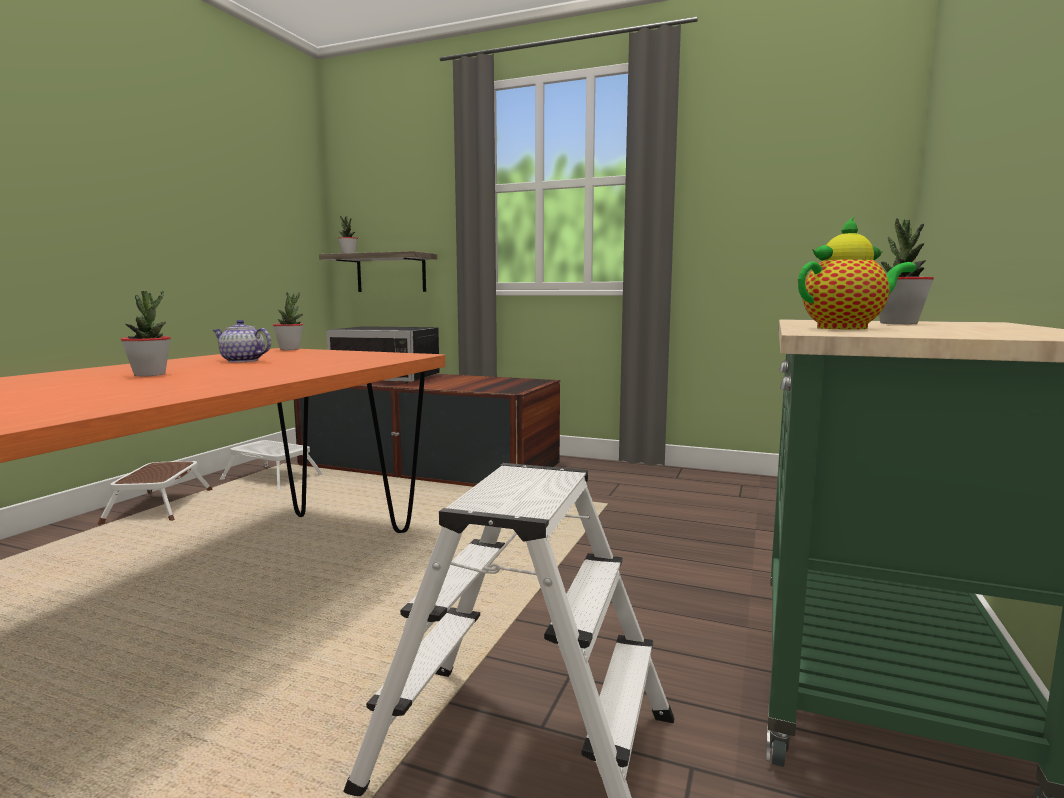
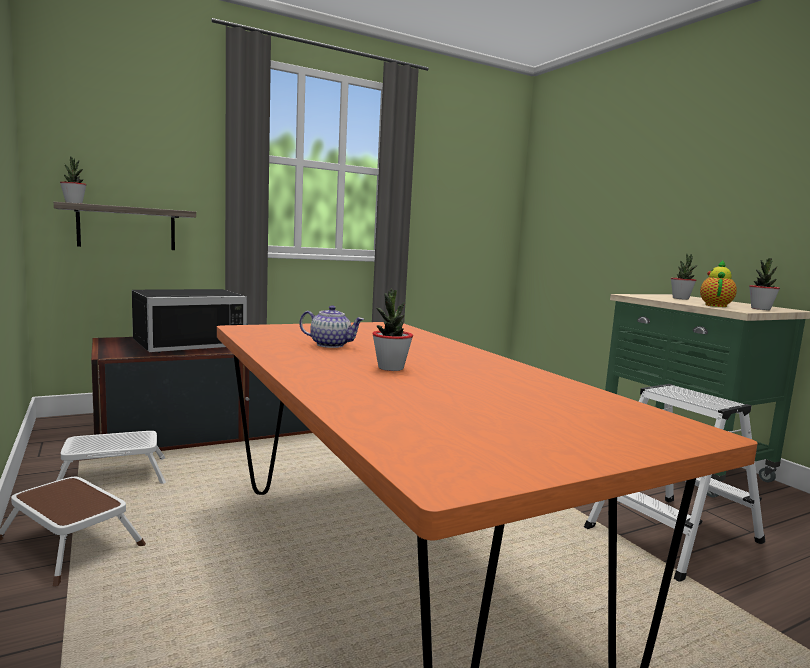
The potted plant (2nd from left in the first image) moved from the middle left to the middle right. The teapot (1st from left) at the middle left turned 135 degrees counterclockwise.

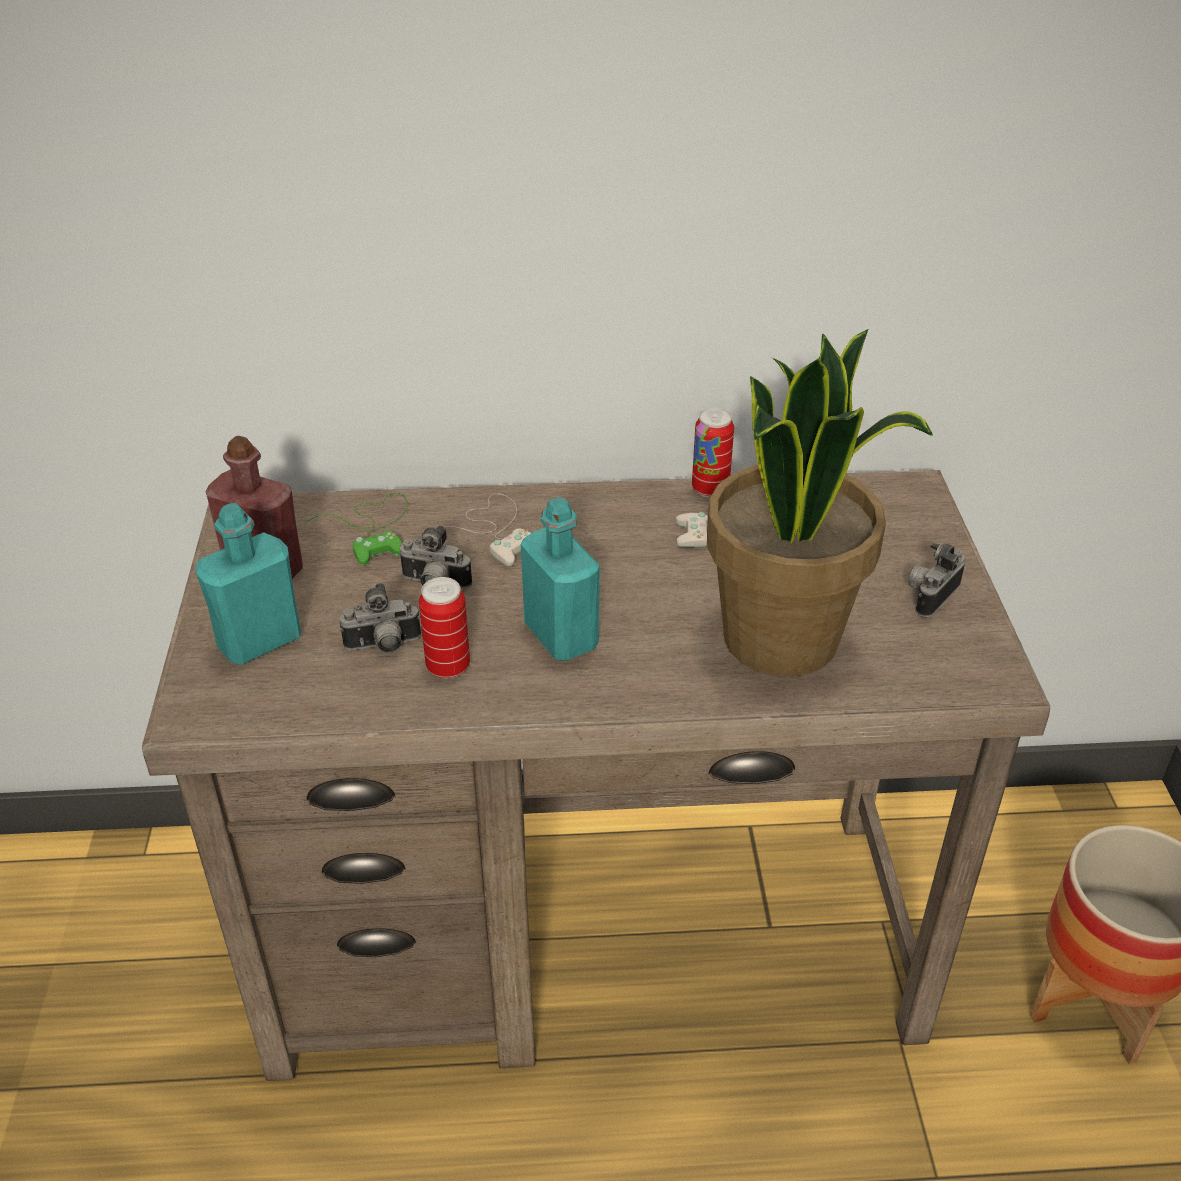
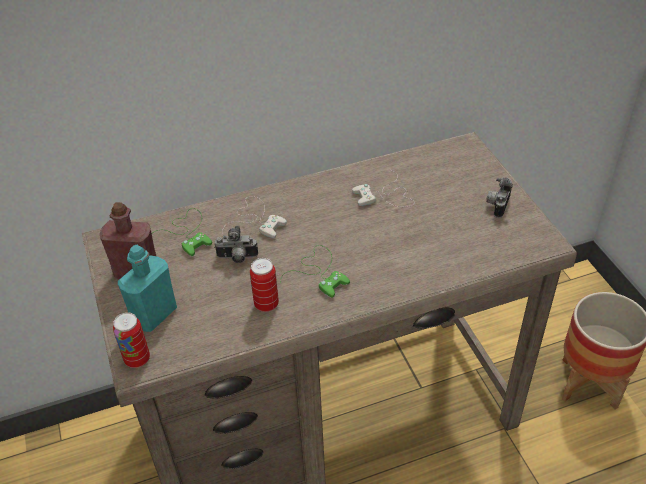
The photo camera (1st from left) at the middle left disappeared. The potted plant at the middle right disappeared. The can (2nd from left in the first image) moved from the centre to the bottom left. The turquoise bottle (2nd from left) at the centre was replaced by the green game controller (2nd from left) at the centre.

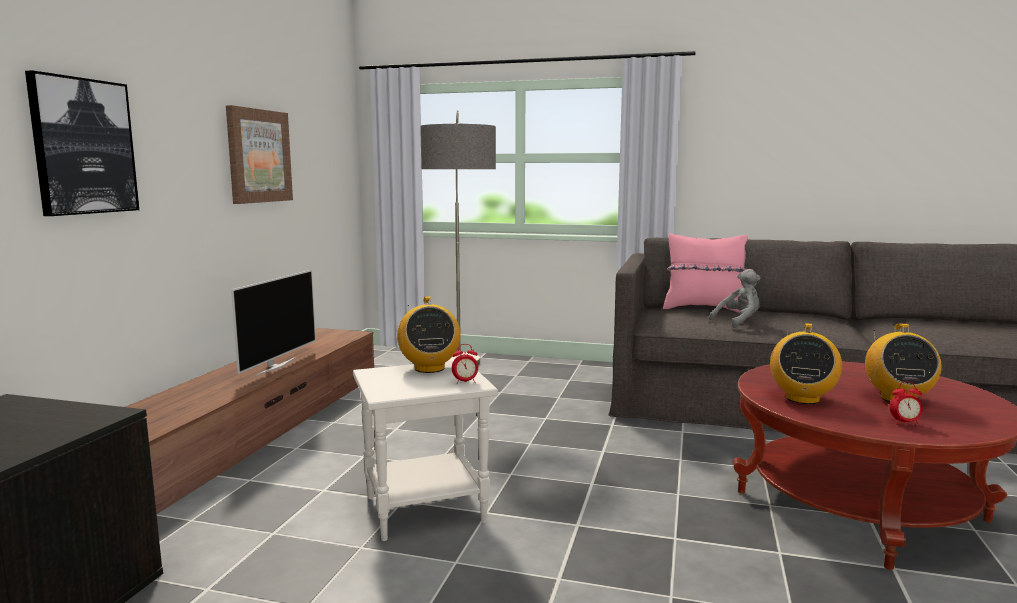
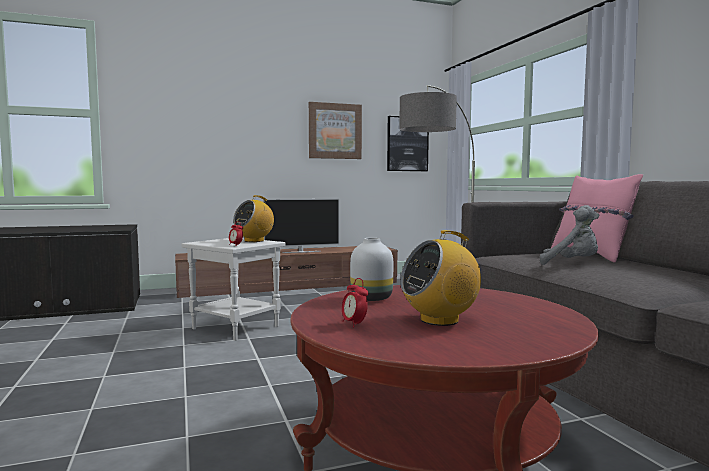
The picture (1st from left in the first image) moved from the top left to the top centre. The radio (2nd from left) at the middle right was replaced by the white vase at the centre.

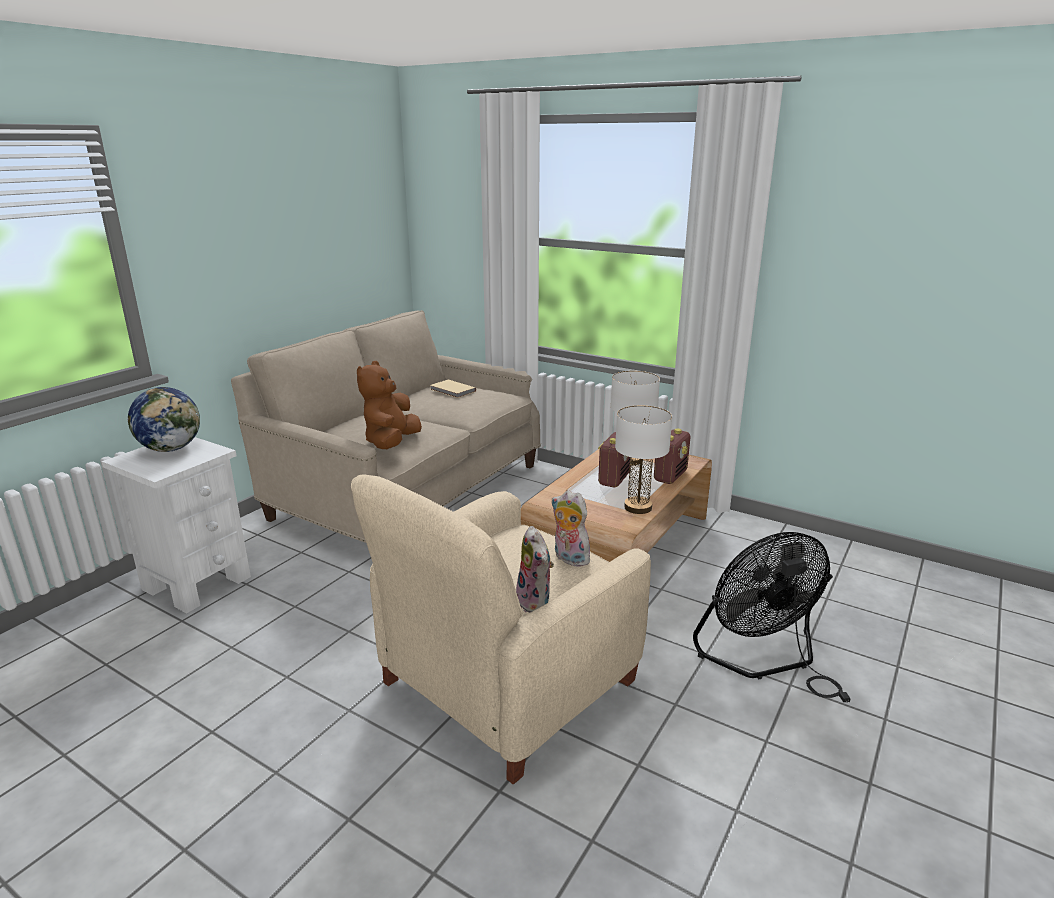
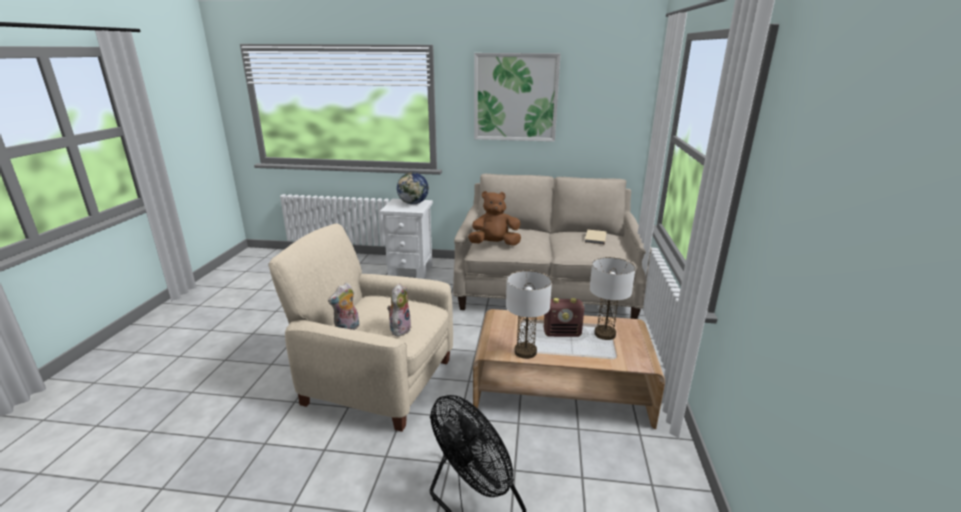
The radio (2nd from left) at the centre disappeared. The picture at the top centre appeared.

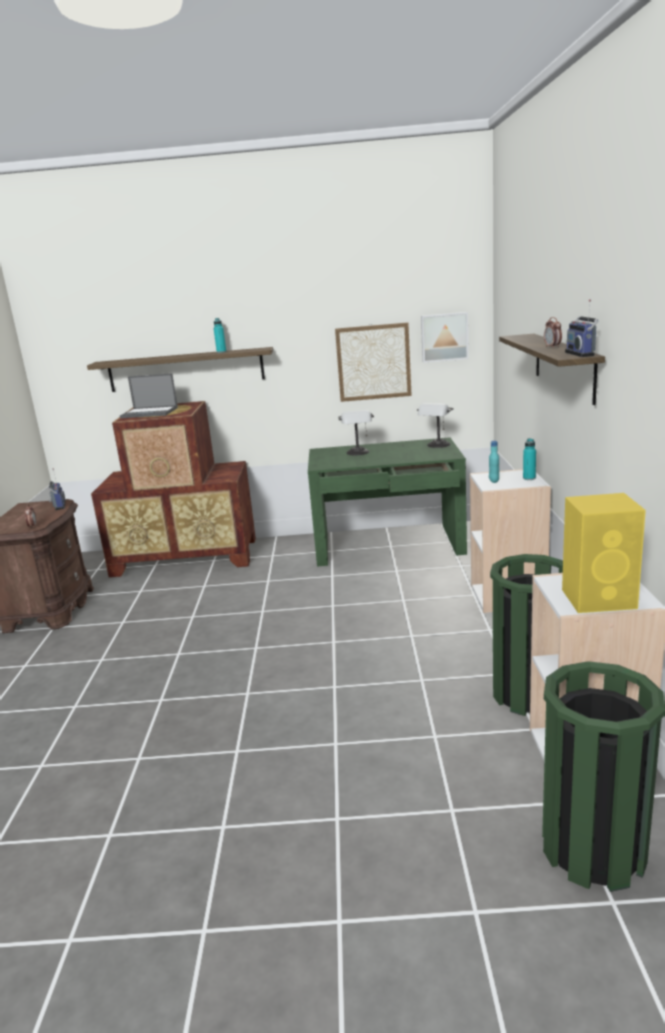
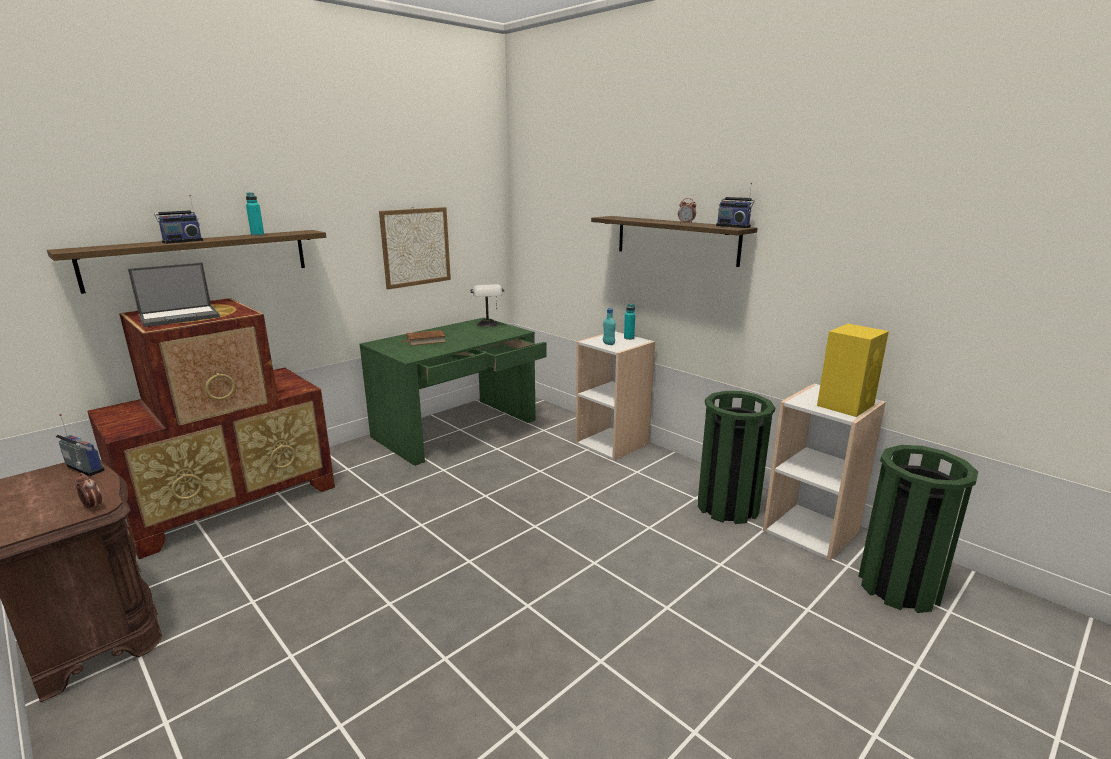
The picture (2nd from left) at the top right disappeared. The radio (2nd from left) at the top left appeared. The table lamp (1st from left) at the centre was replaced by the brown book at the centre.

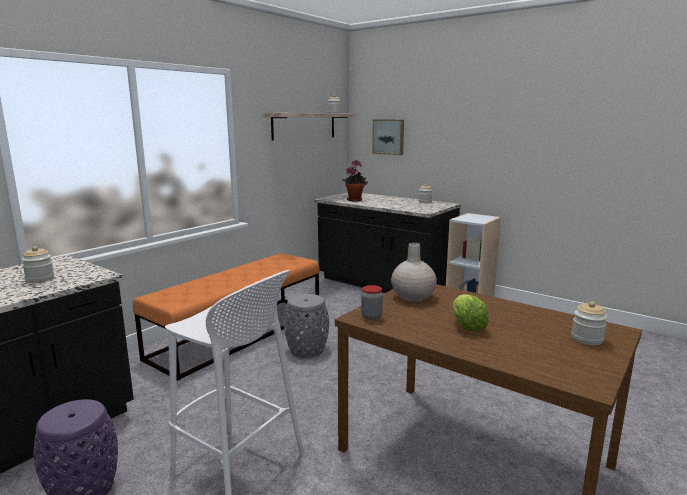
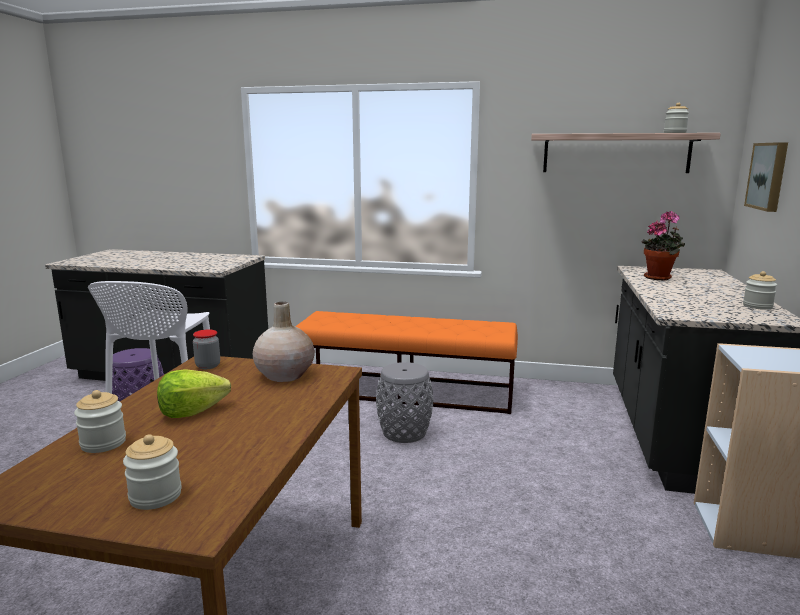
The jar (1st from left) moved from the middle left to the bottom left.

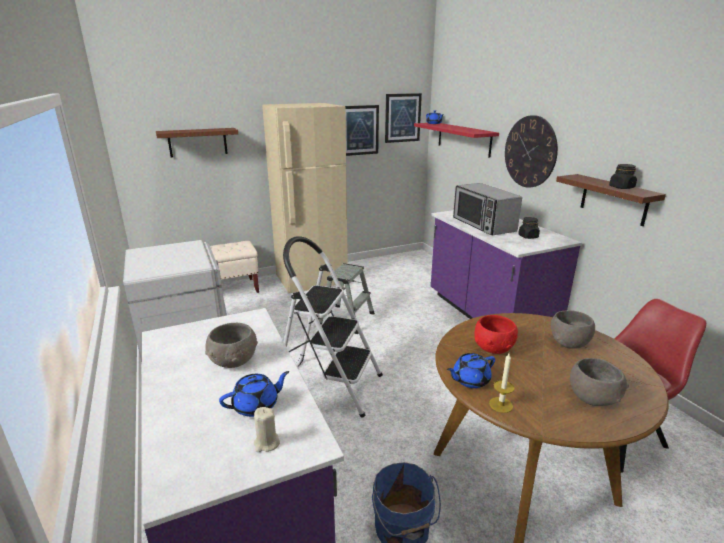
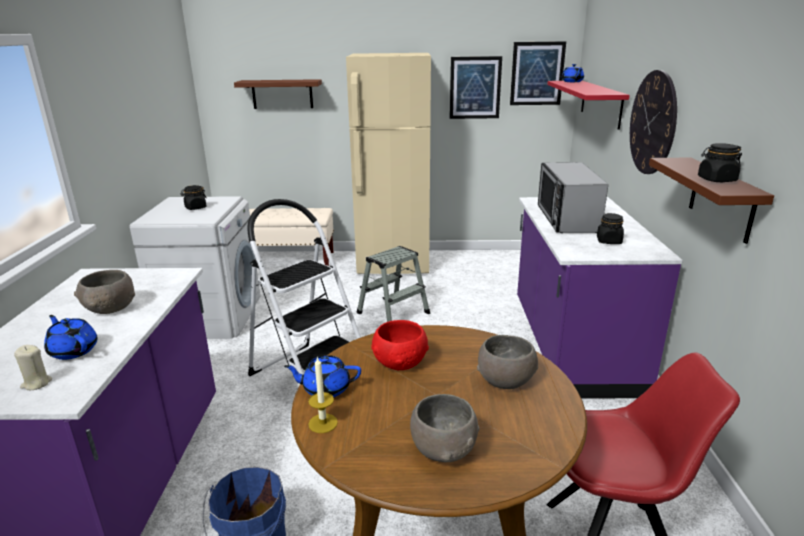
The black jar (1st from left) at the middle left appeared. The blue teapot (1st from left) at the bottom centre turned 135 degrees counterclockwise.

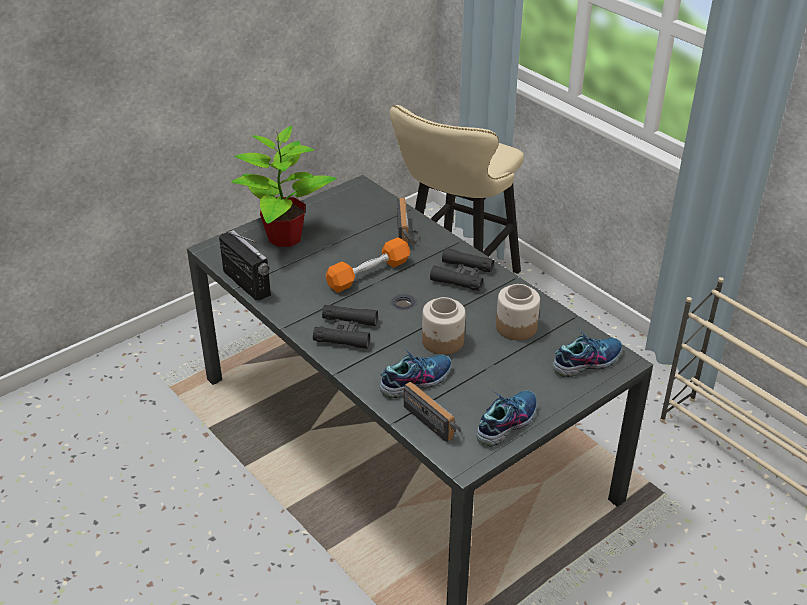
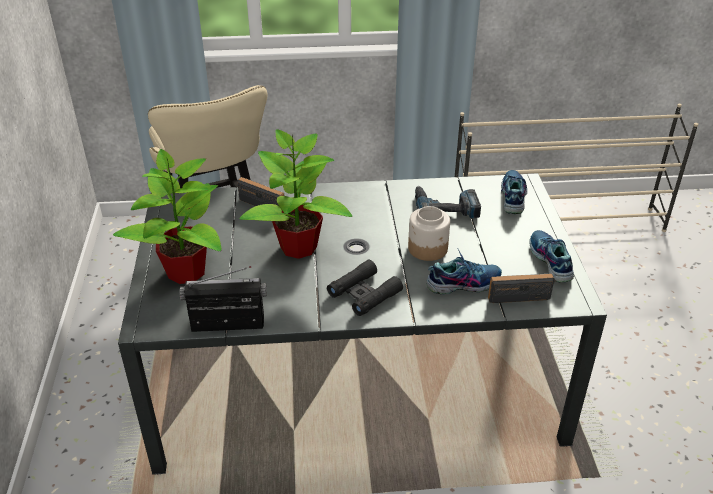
The black binoculars (2nd from left) at the centre disappeared. The orange dumbbell at the centre was replaced by the potted plant (2nd from left) at the centre. The jar (2nd from left) at the centre was replaced by the power drill at the centre. The shoe (1st from left) at the centre turned 75 degrees clockwise.

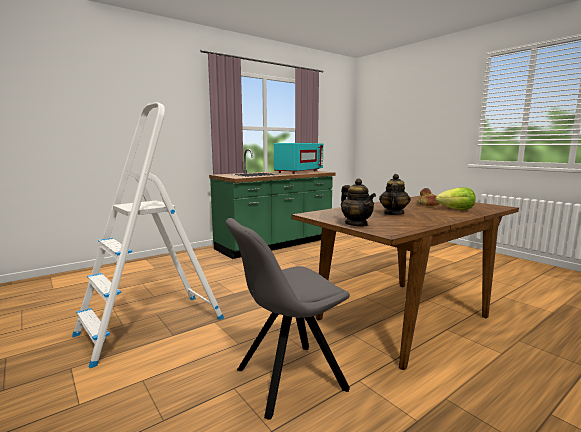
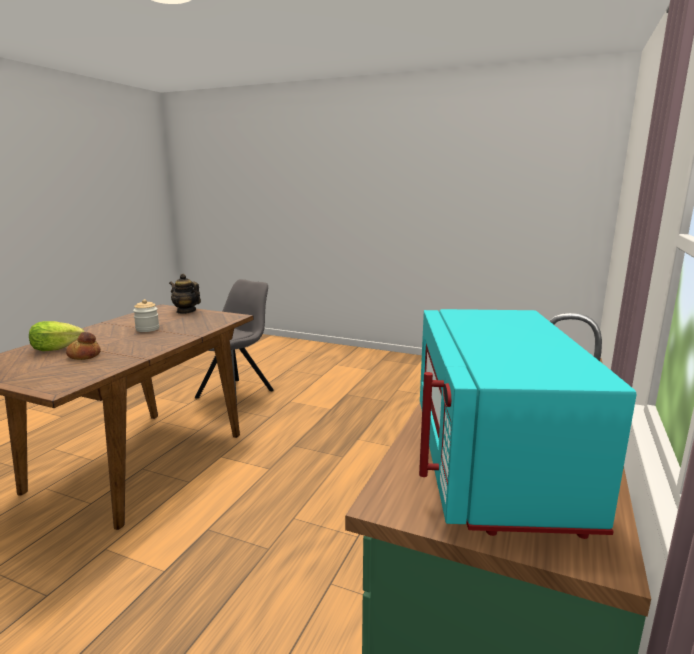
The white step ladder at the middle left disappeared. The teapot (2nd from left) at the middle right was replaced by the jar at the middle left.

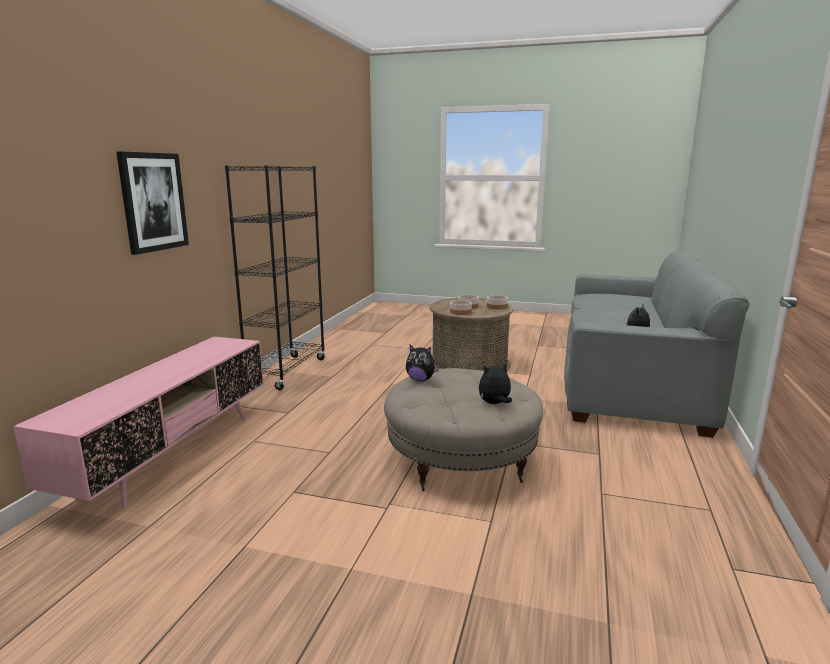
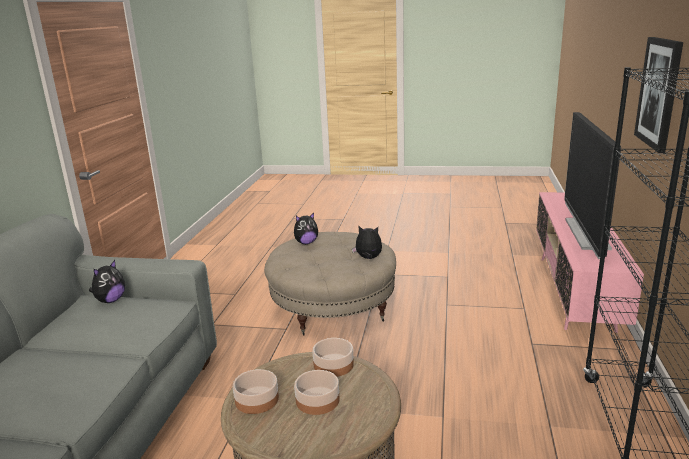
The television at the middle right appeared.

